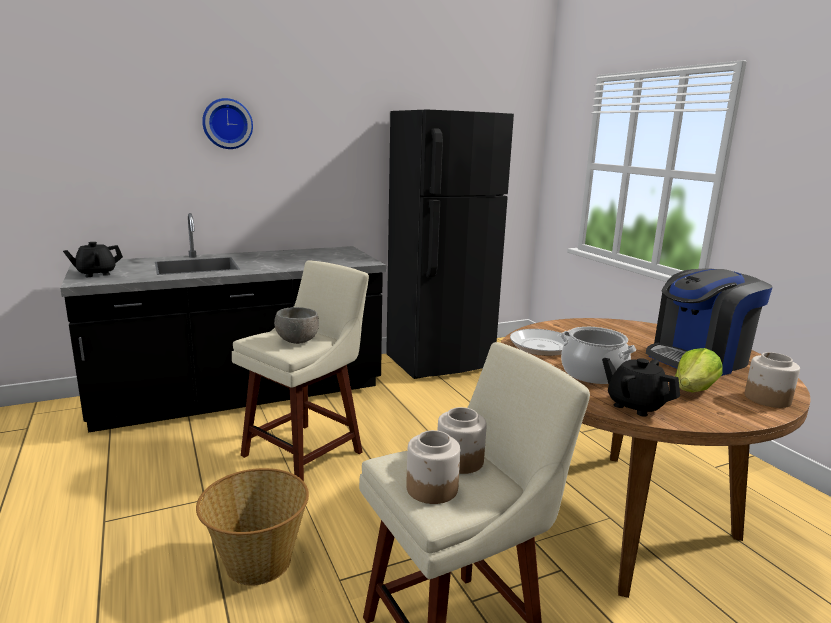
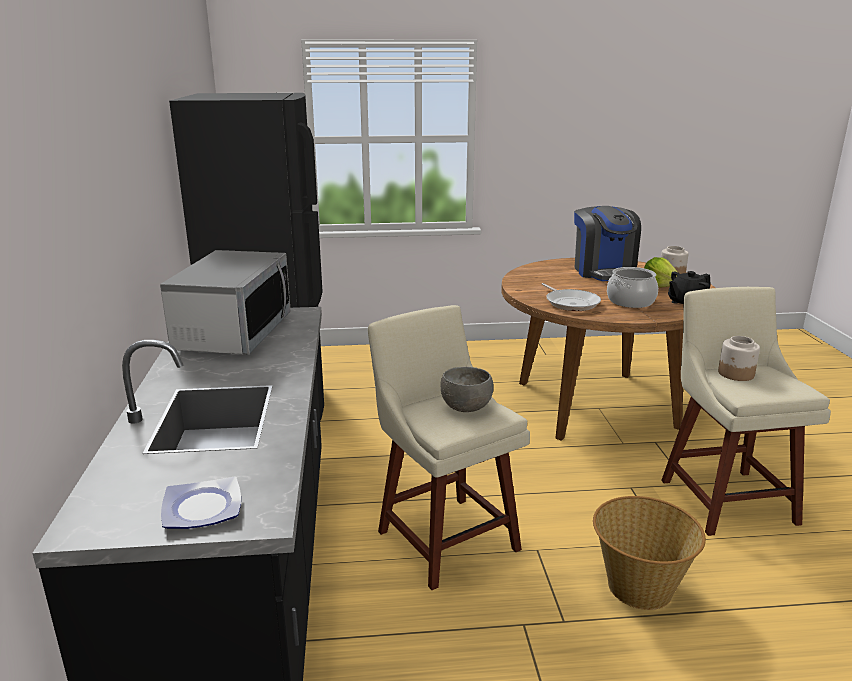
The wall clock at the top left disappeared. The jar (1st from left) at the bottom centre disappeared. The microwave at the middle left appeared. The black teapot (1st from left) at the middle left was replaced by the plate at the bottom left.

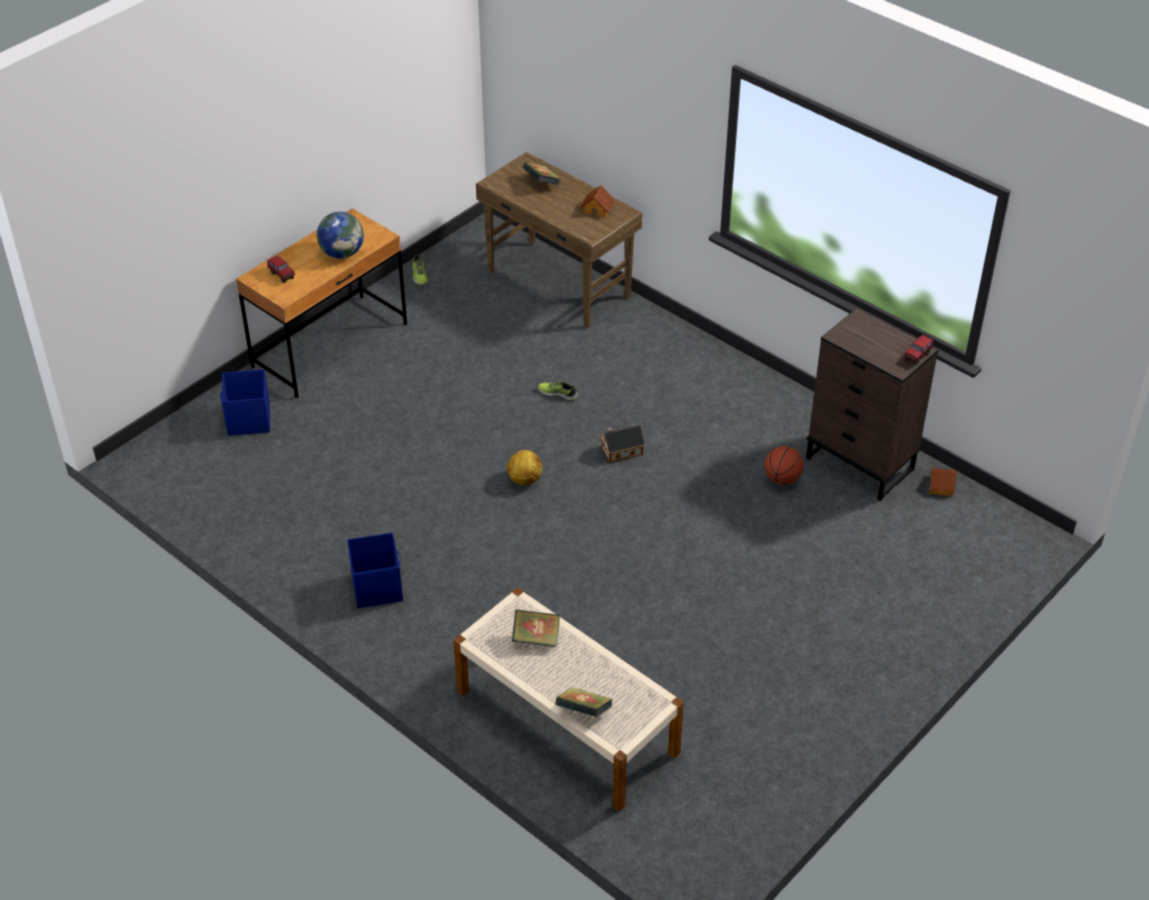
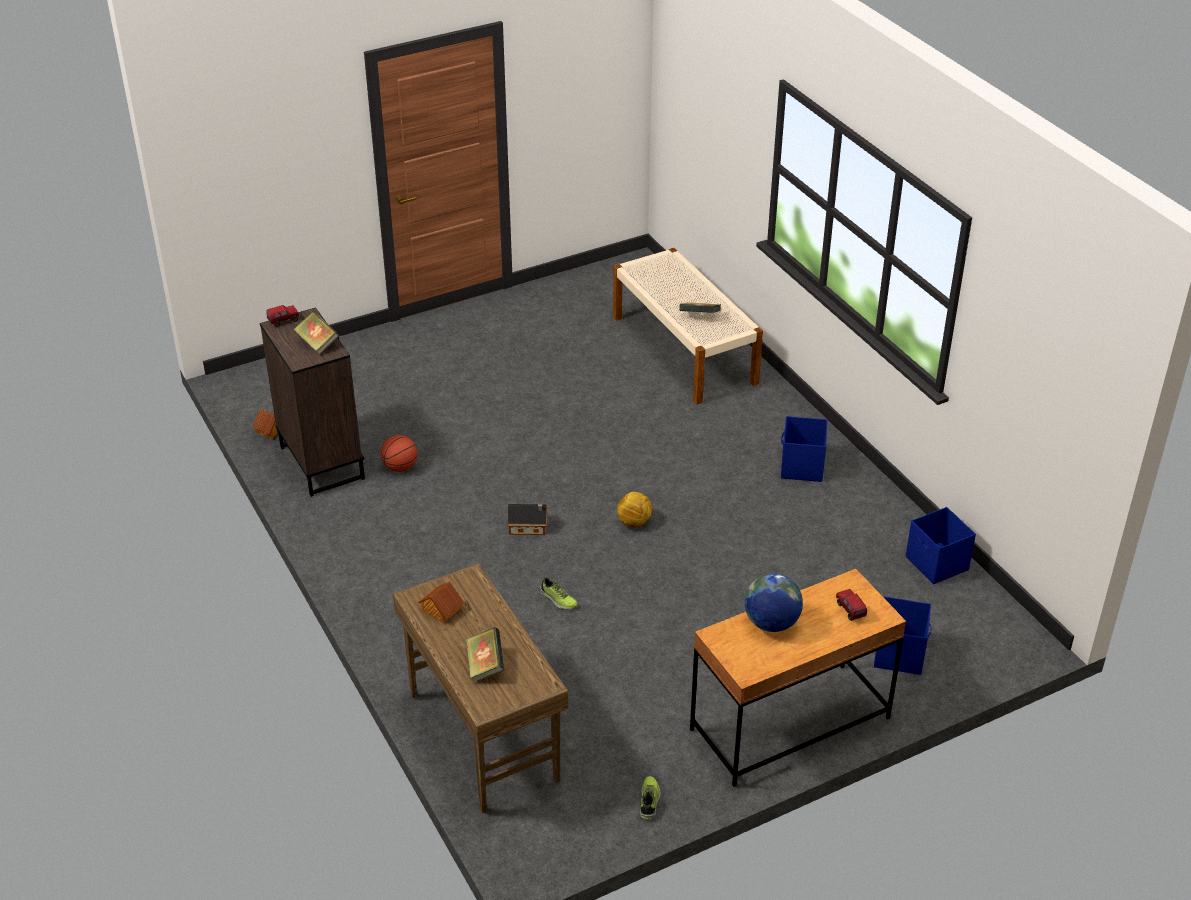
The blue storage box (3rd from left) at the middle right appeared. The book (3rd from left in the first image) moved from the bottom centre to the middle left.

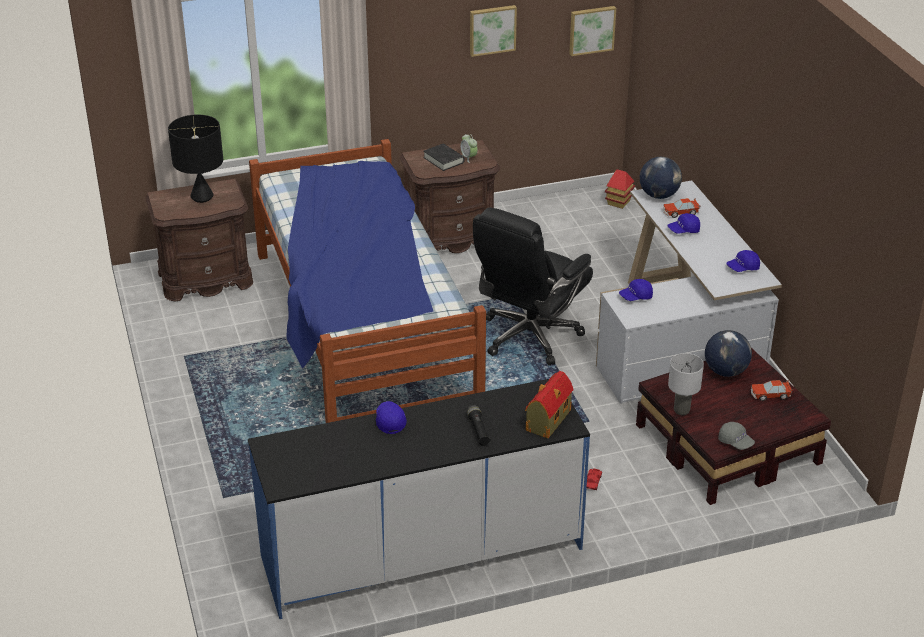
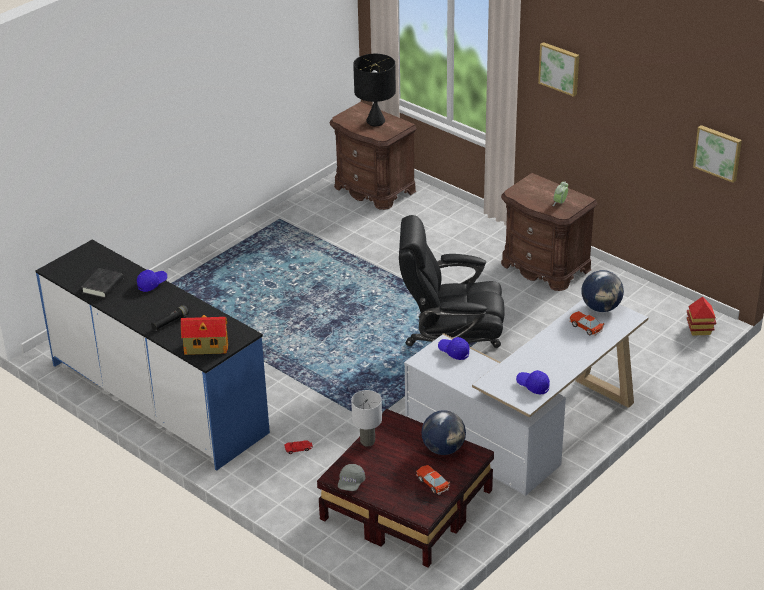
The bed at the centre disappeared. The blue cap (3rd from left) at the middle right disappeared. The black book moved from the top centre to the middle left. The picture (1st from left) moved from the top centre to the top right.

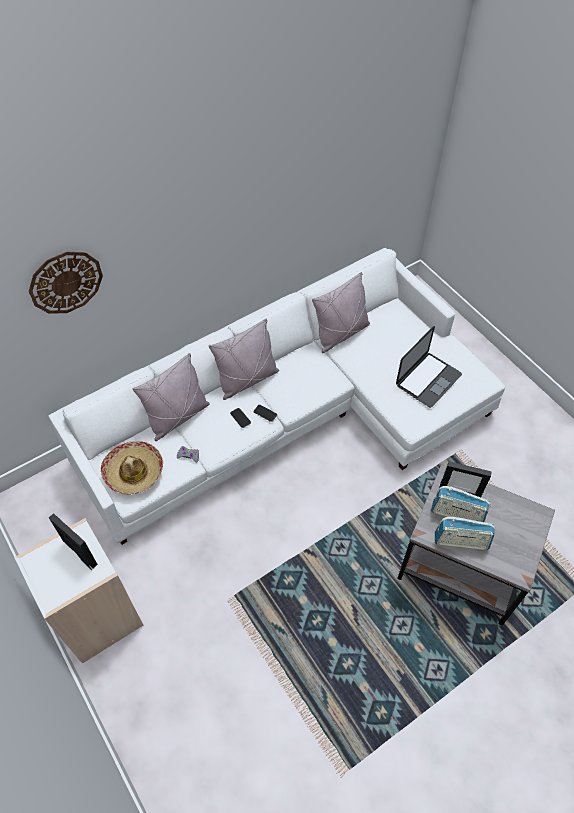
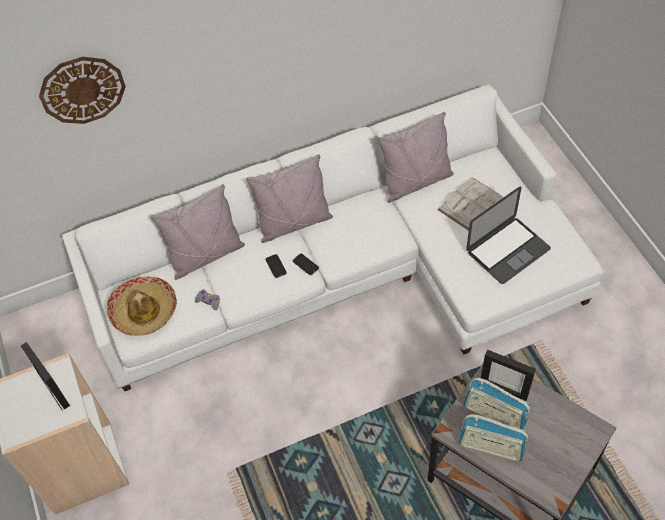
The white book at the middle right appeared.

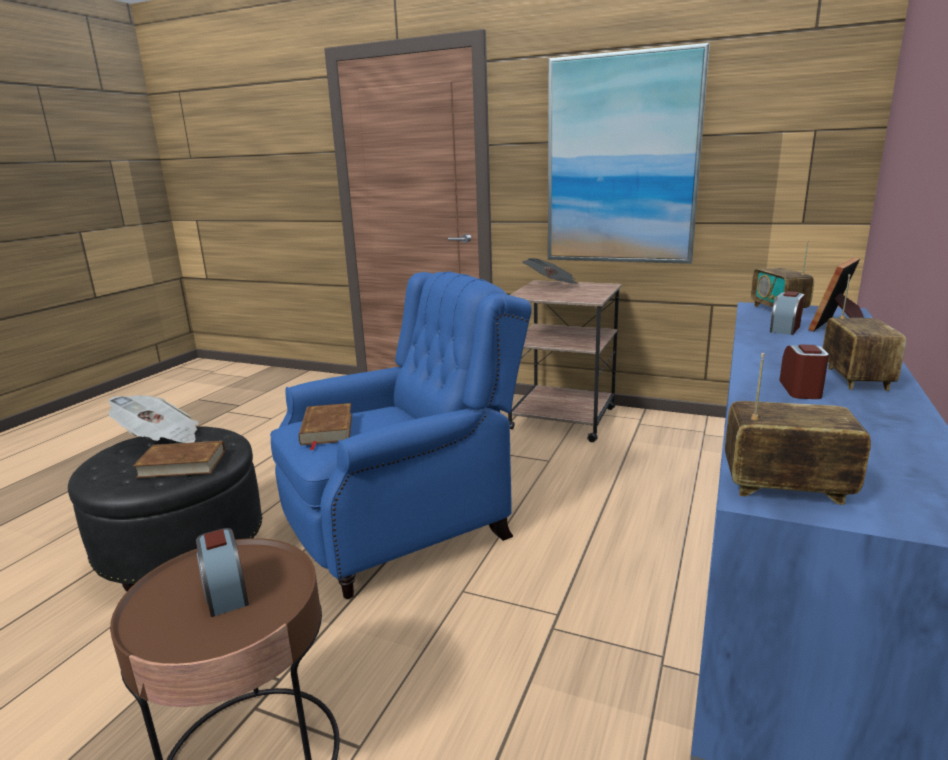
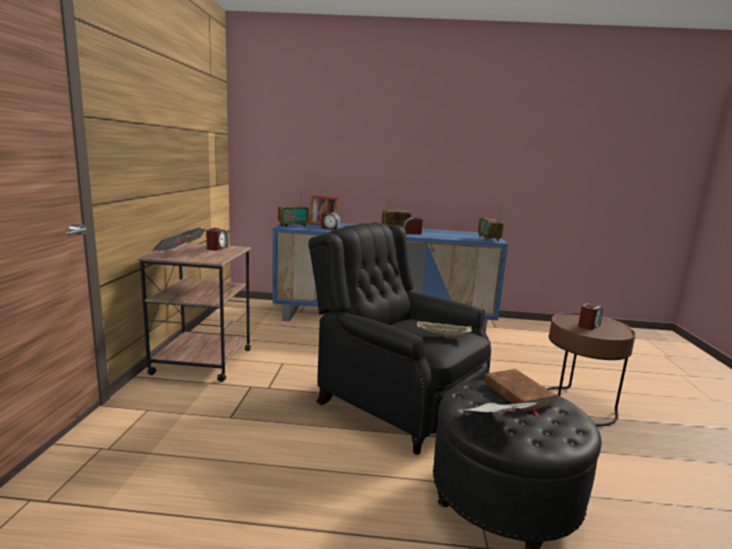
The picture at the top centre disappeared. The alarm clock (1st from left) at the middle left appeared. The brown book (2nd from left) at the centre was replaced by the beige tray at the centre. The blue armchair at the centre became the black armchair at the centre.

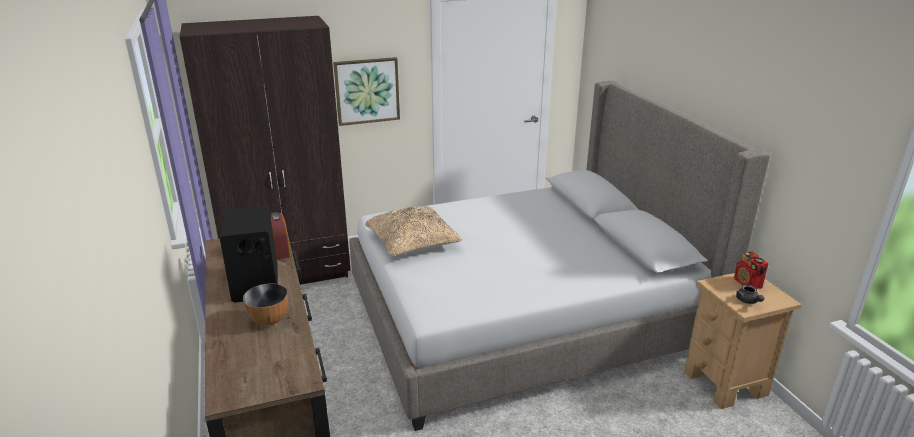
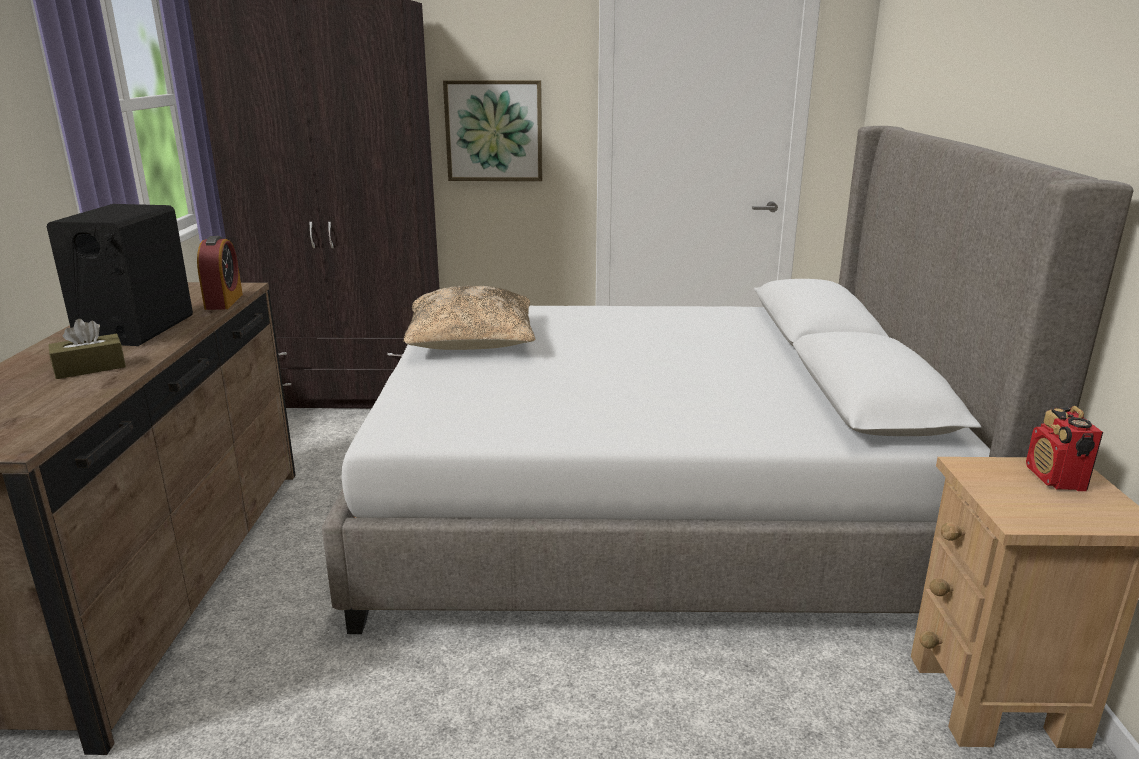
The grey teapot at the bottom right disappeared. The bowl at the bottom left was replaced by the brown tissue box at the middle left.

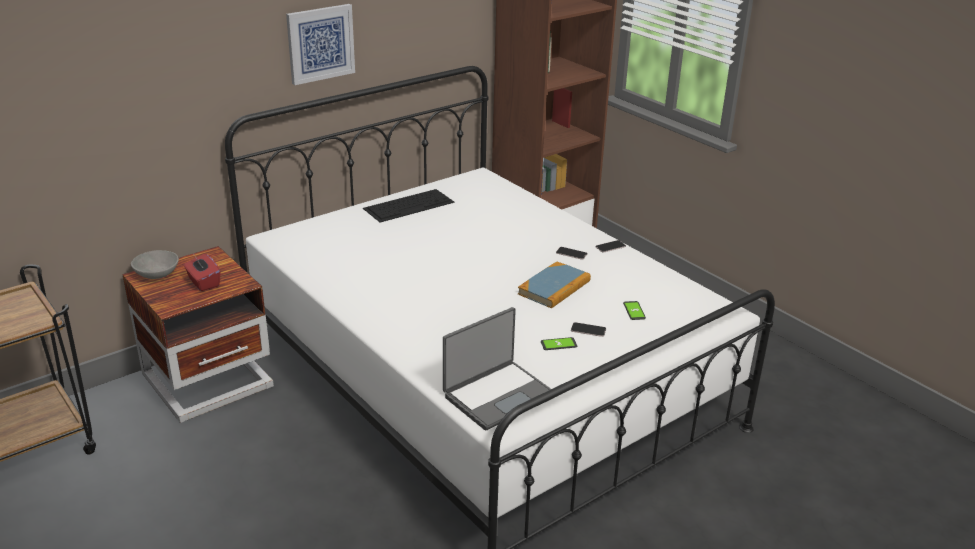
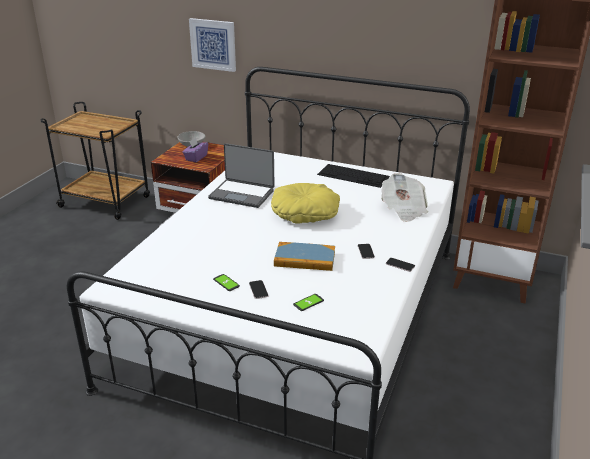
The yellow pillow at the centre appeared. The newspaper at the middle right appeared. The picture moved from the top left to the top centre. The laptop moved from the bottom centre to the centre. The red tissue box at the middle left became the purple tissue box at the top left.

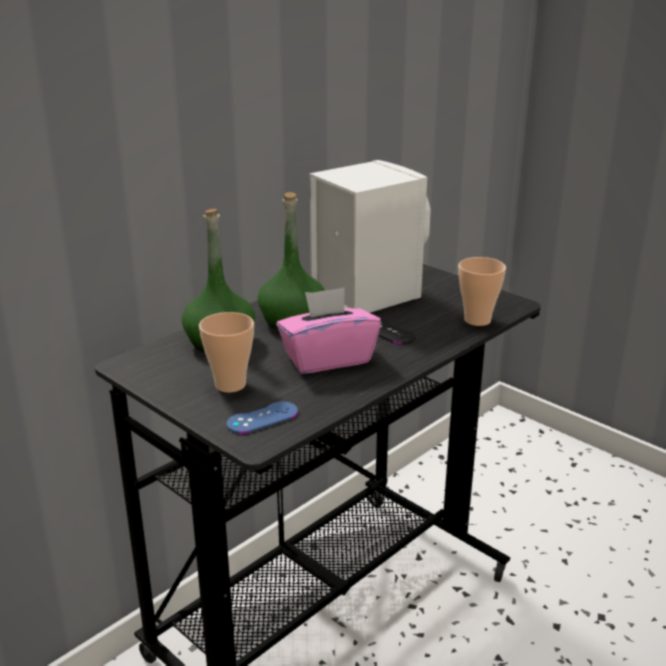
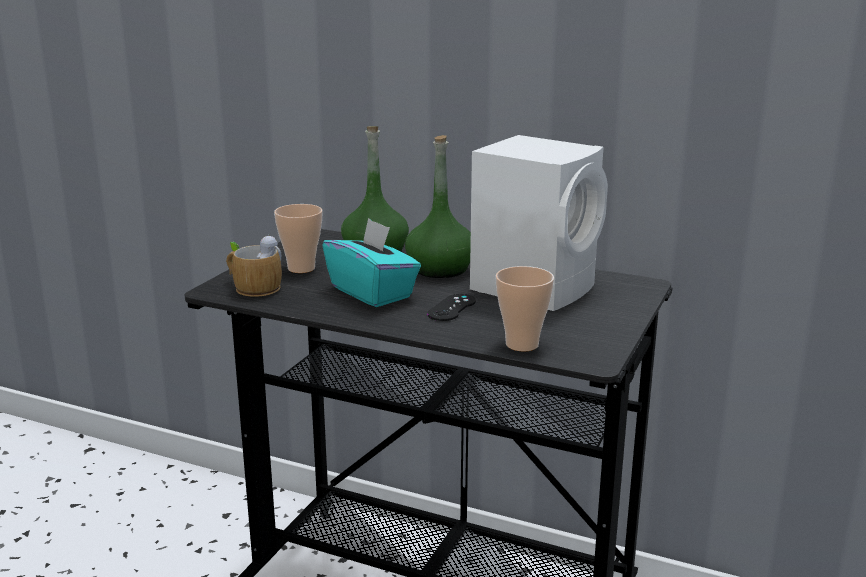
The blue game controller at the centre was replaced by the mug at the middle left. The pink tissue box at the centre became the turquoise tissue box at the centre.

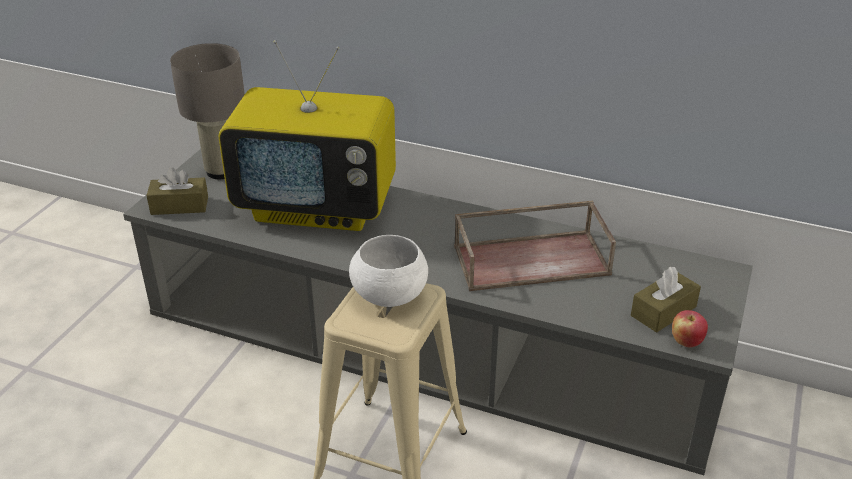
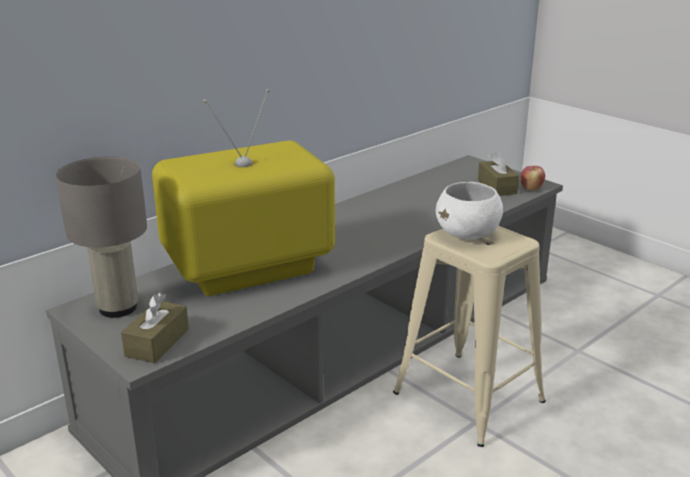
The brown tray at the centre disappeared. The television at the top centre turned 150 degrees counterclockwise.

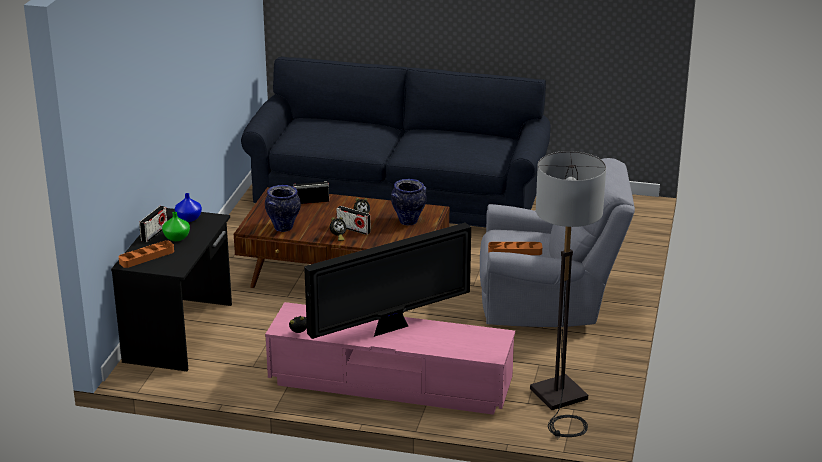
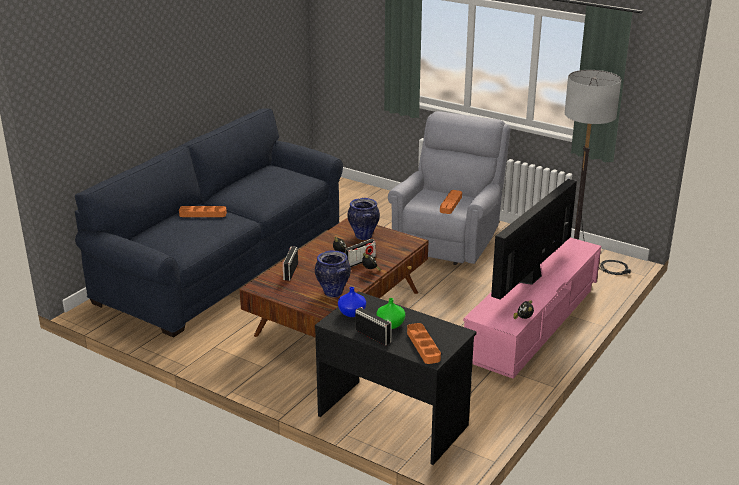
The orange tray (1st from left) at the middle left appeared. The television at the centre turned 135 degrees counterclockwise.

